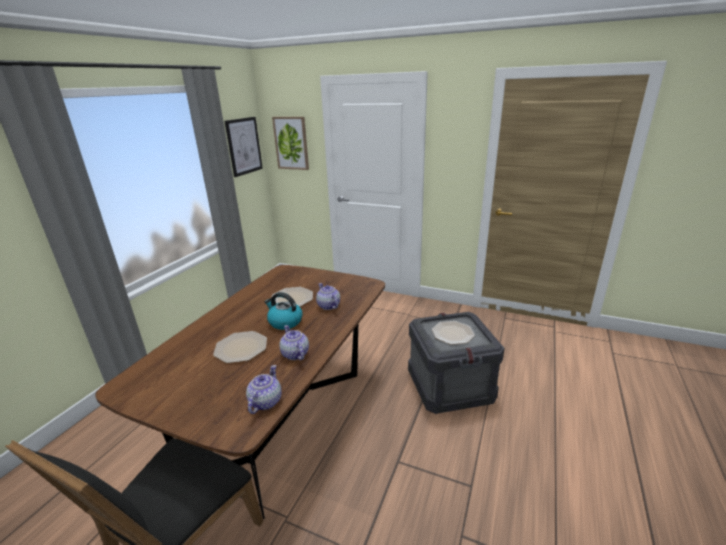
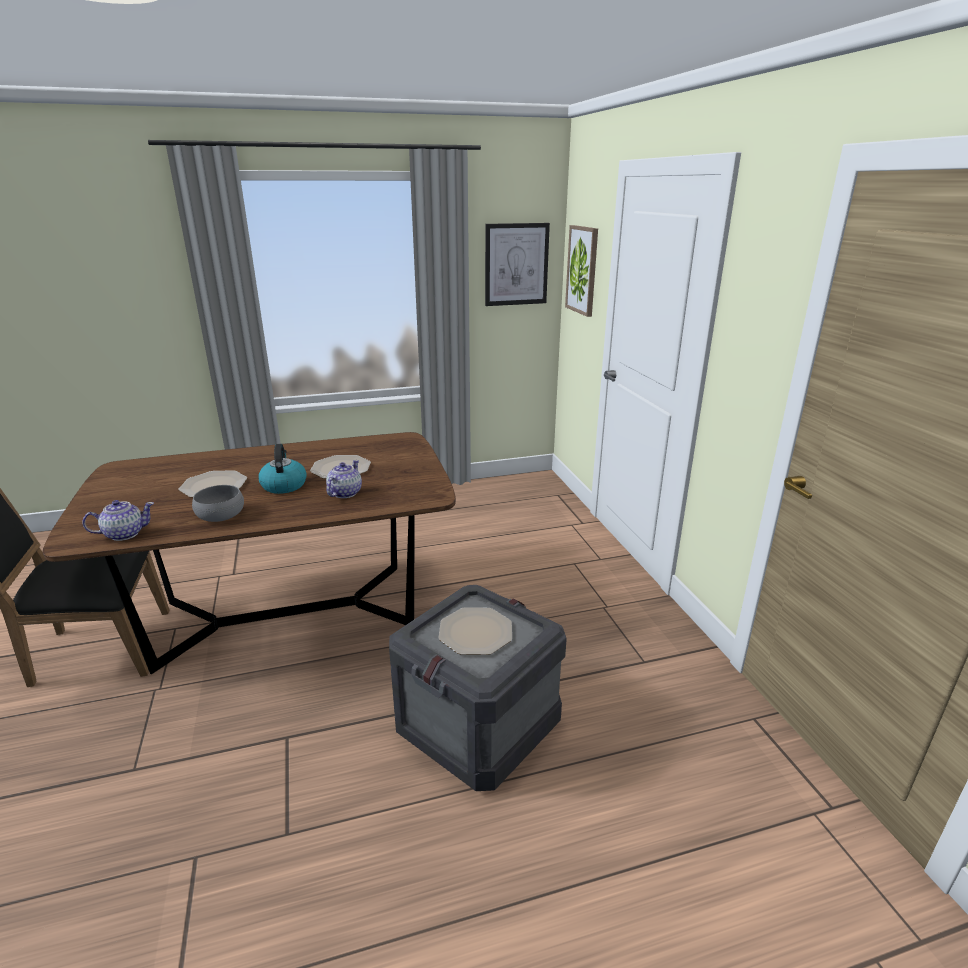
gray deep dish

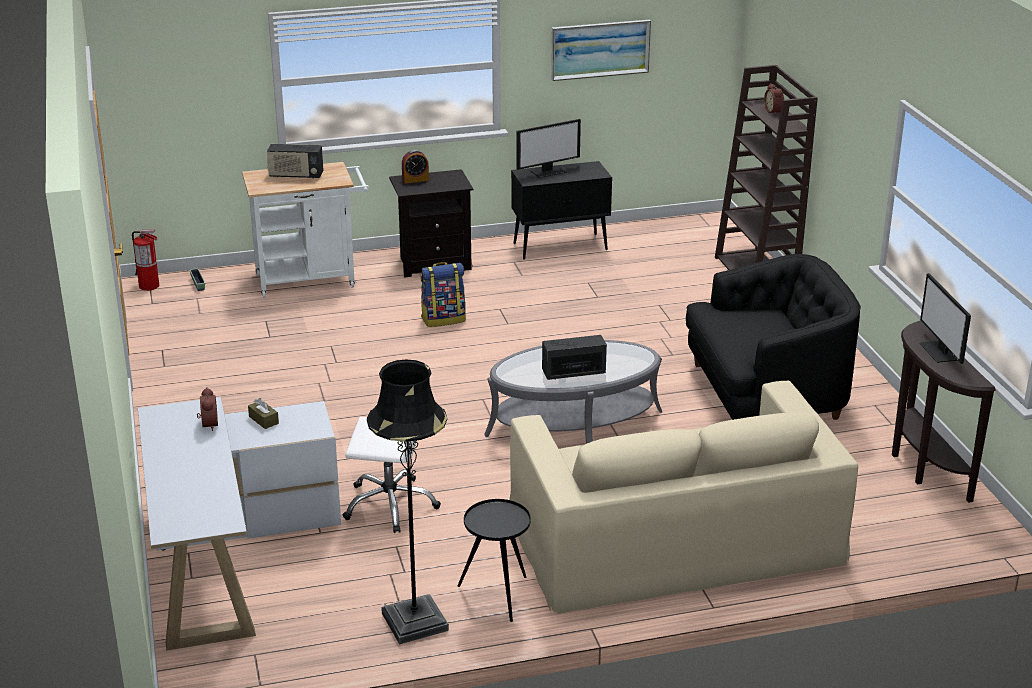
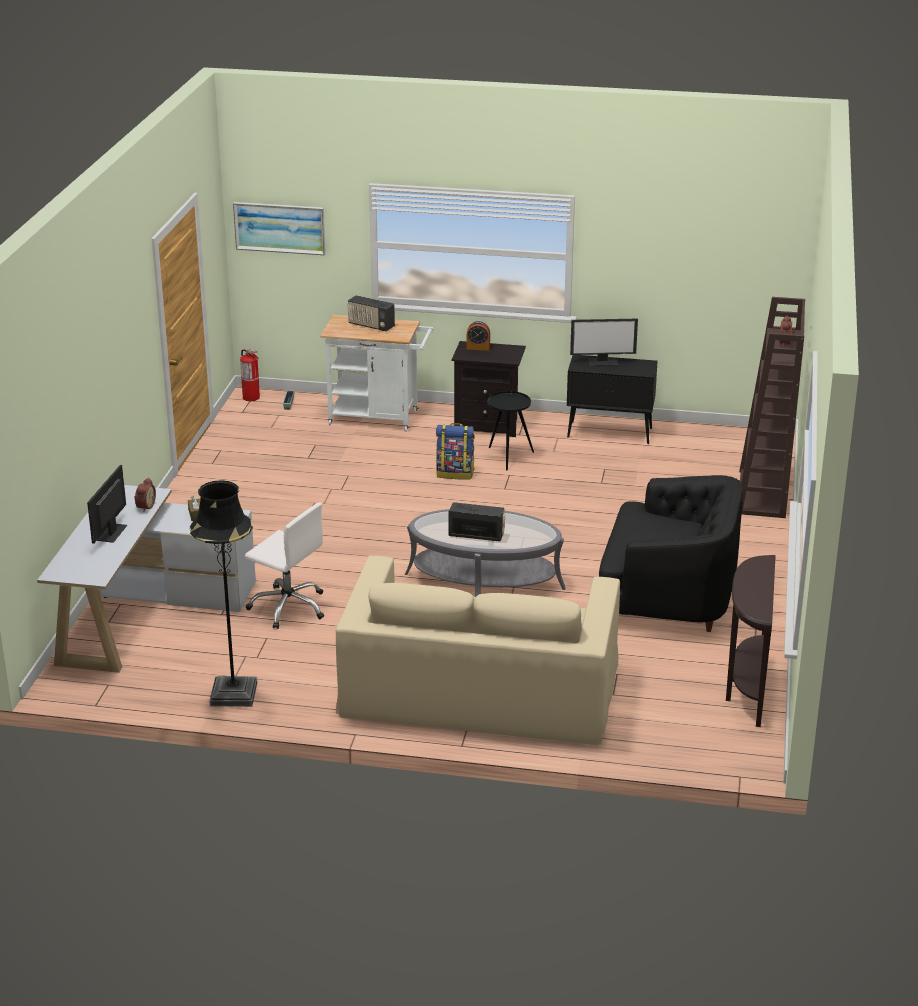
picture
monitor (no. 1 from left)
black-coloured end table

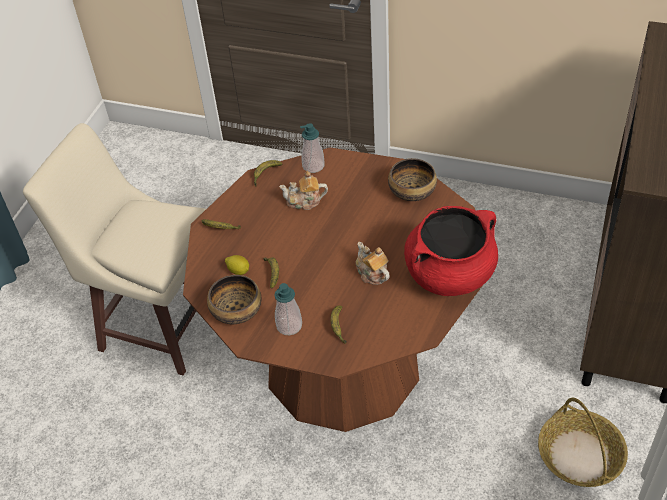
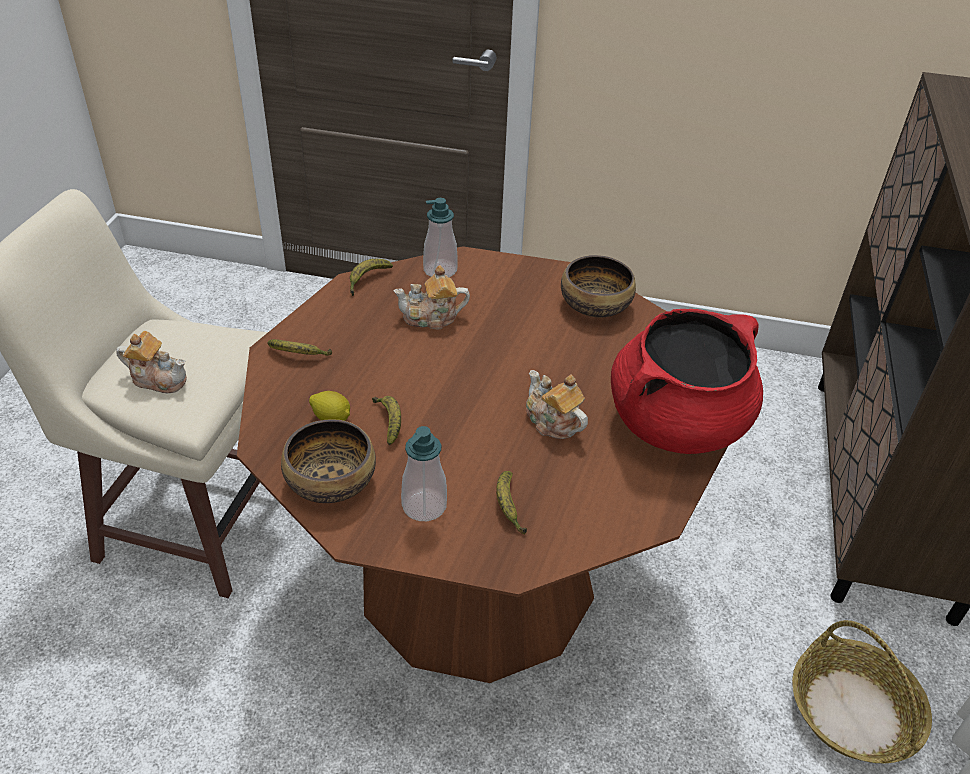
teapot (no. 1 from left)

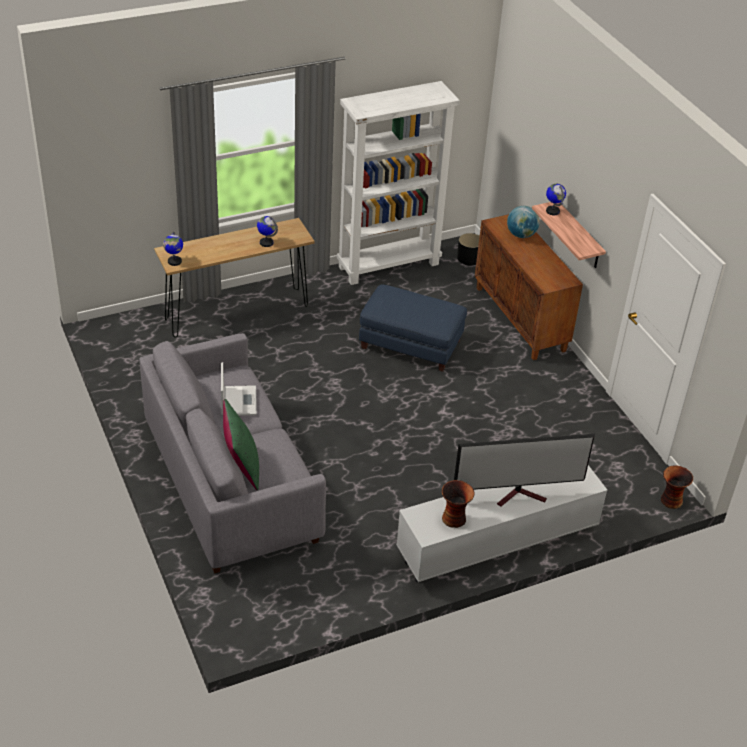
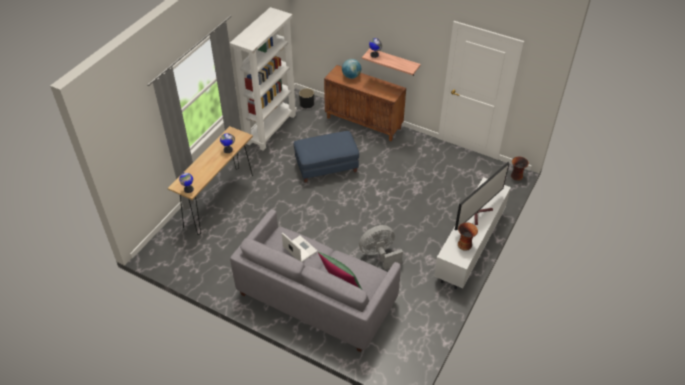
gray cooling fan

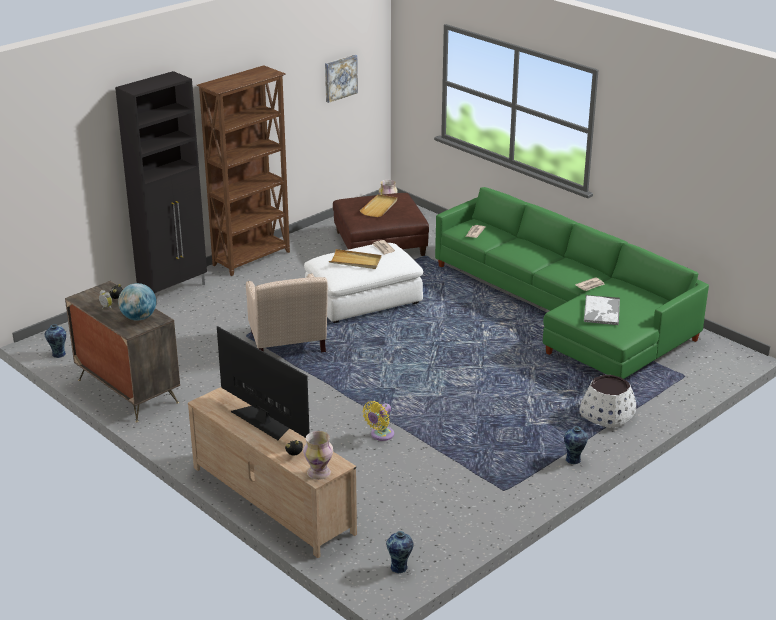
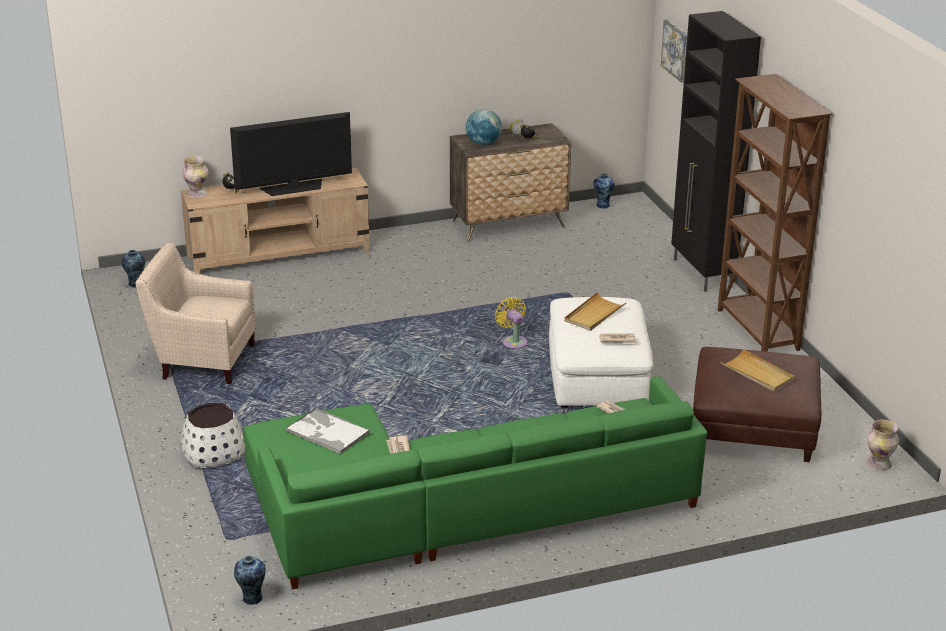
picture
beige-coloured easy chair
yellow cooling fan
flower vase (no. 3 from left)

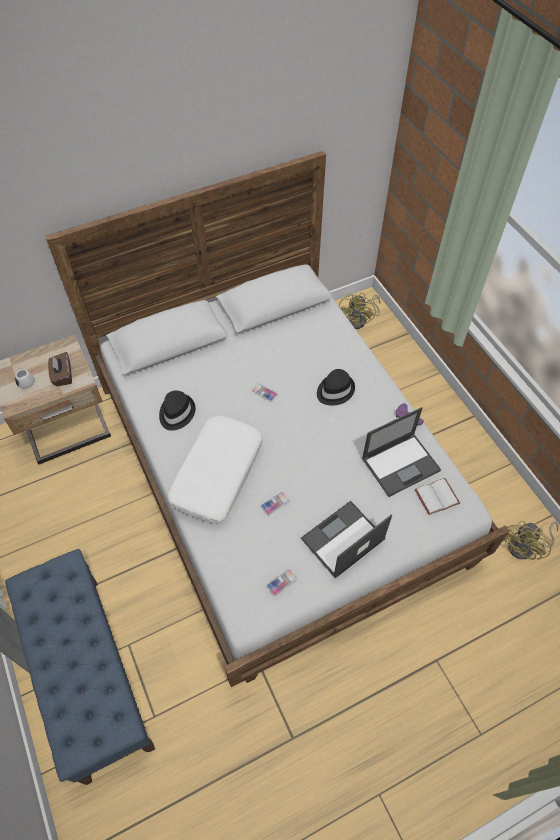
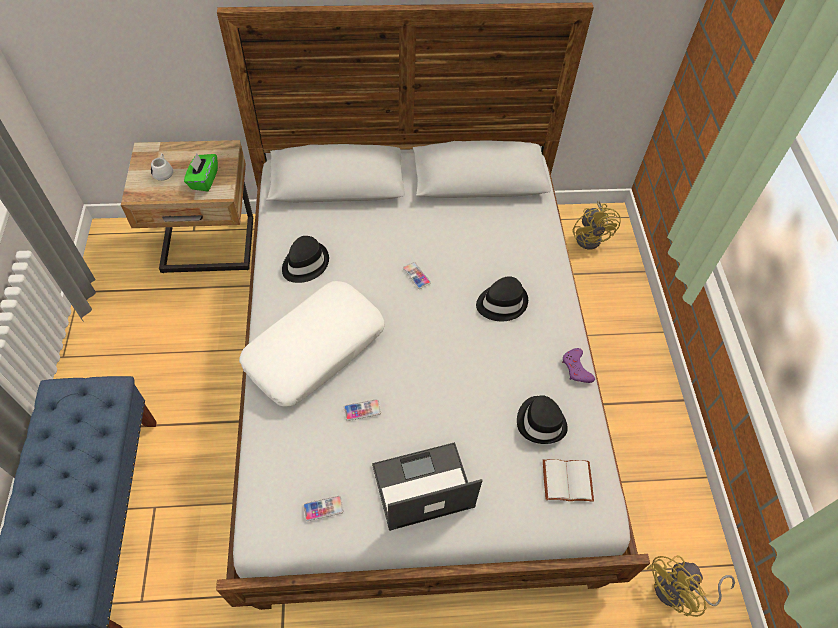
yellow cooling fan (no. 1 from left)
green box of tissues
black-coloured wearable hat (no. 3 from left)

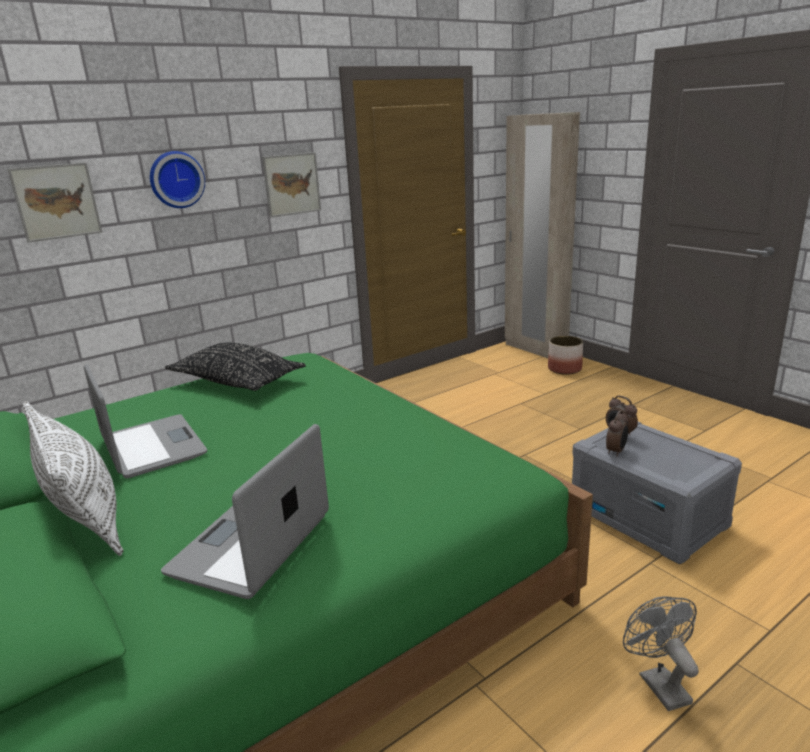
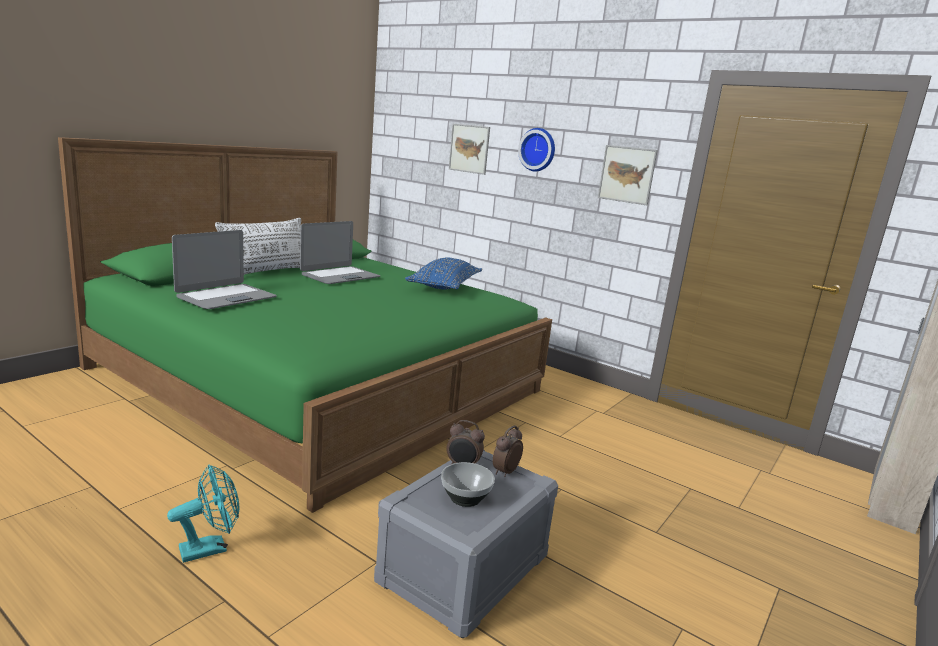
plant pot
bluish pillow
portable computer (no. 1 from left)
turquoise-coloured cooling fan
deep dish

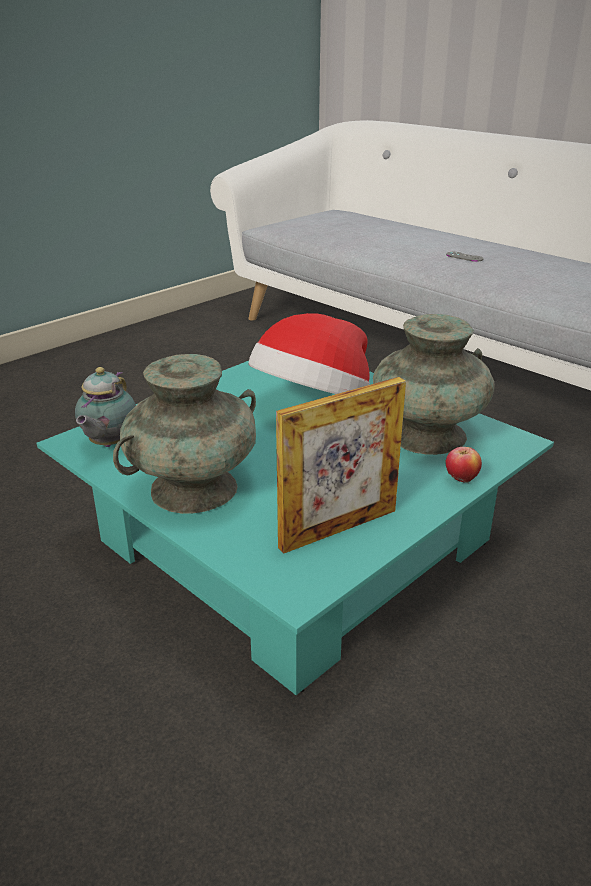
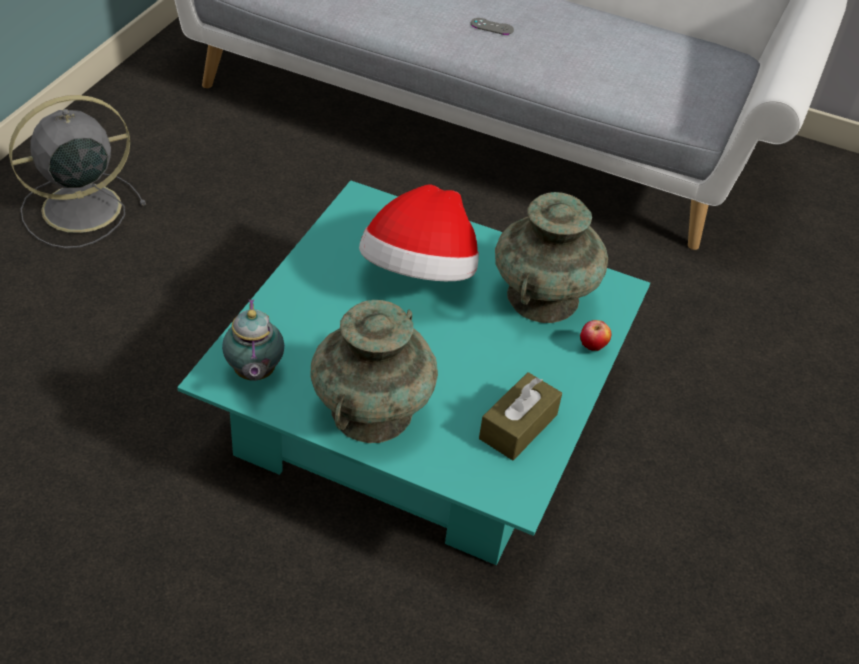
brown box of tissues
gray cooling fan

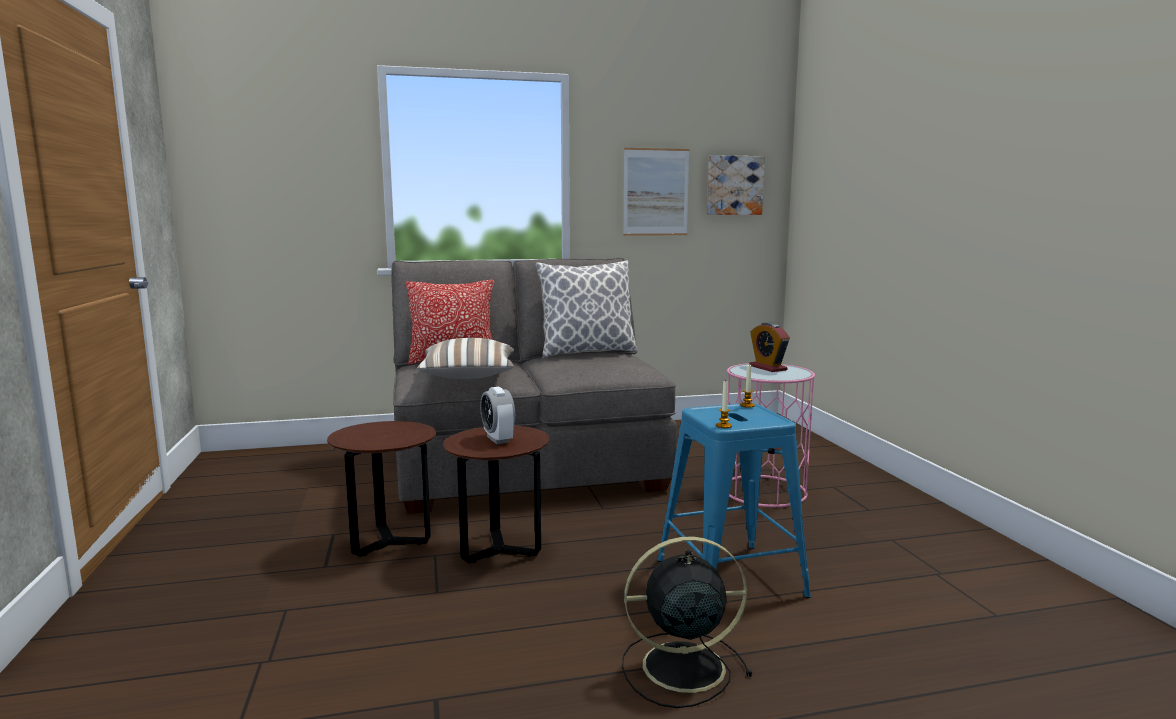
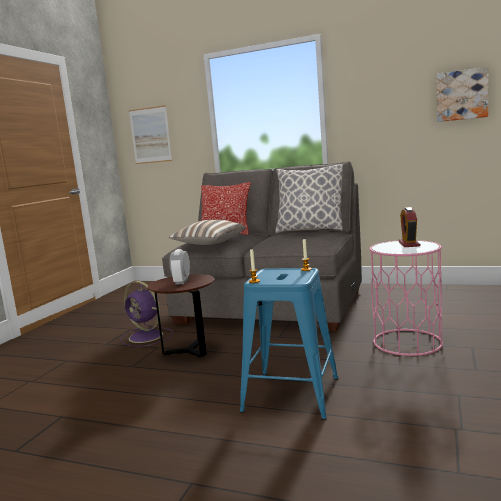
picture (no. 1 from left)
purplish cooling fan
black-coloured cooling fan

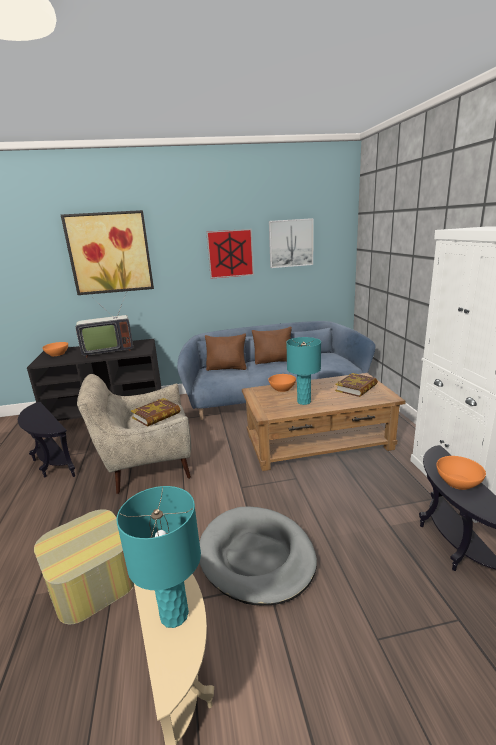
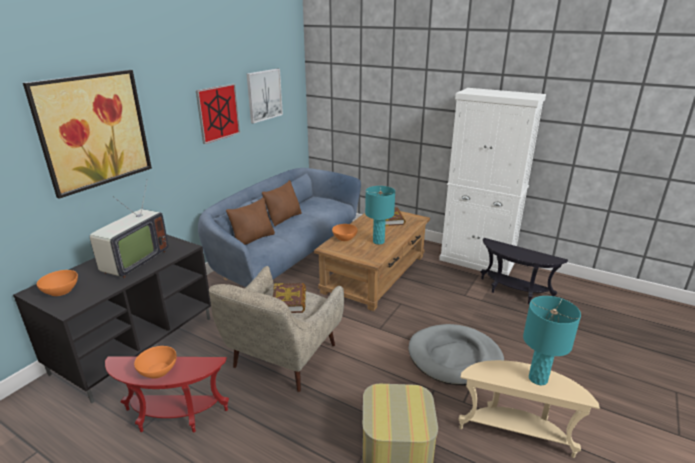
reddish end table
orange-coloured deep dish (no. 2 from left)

